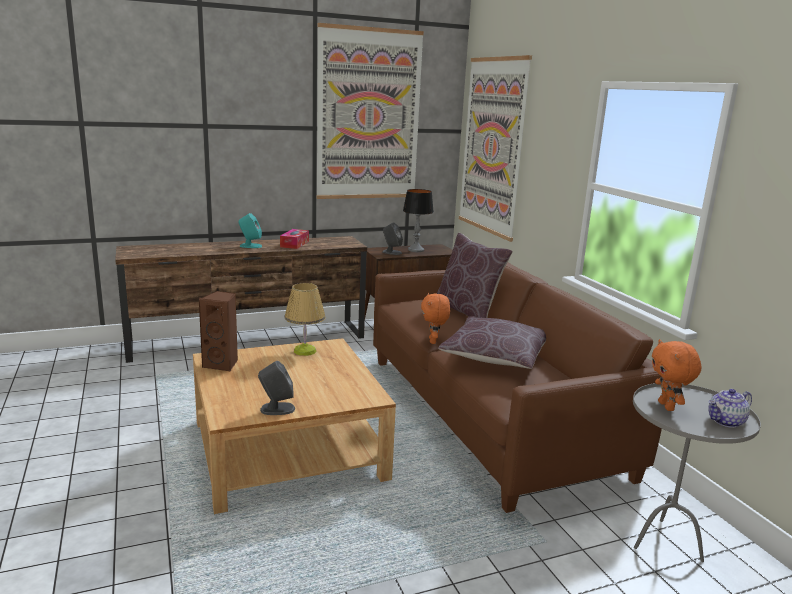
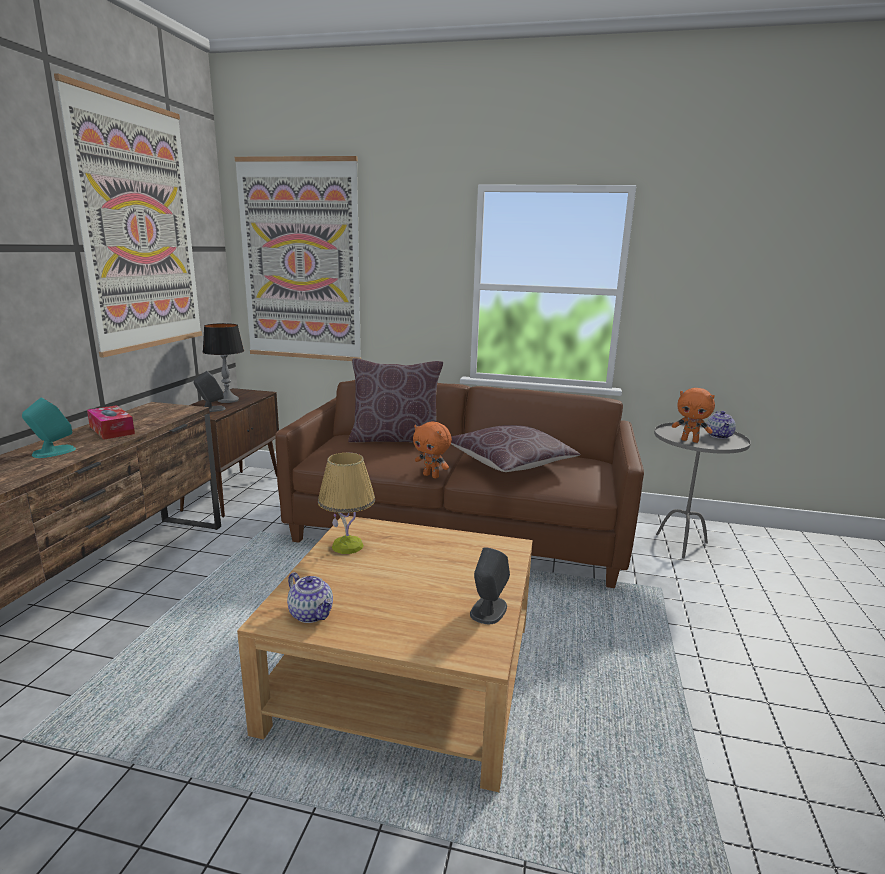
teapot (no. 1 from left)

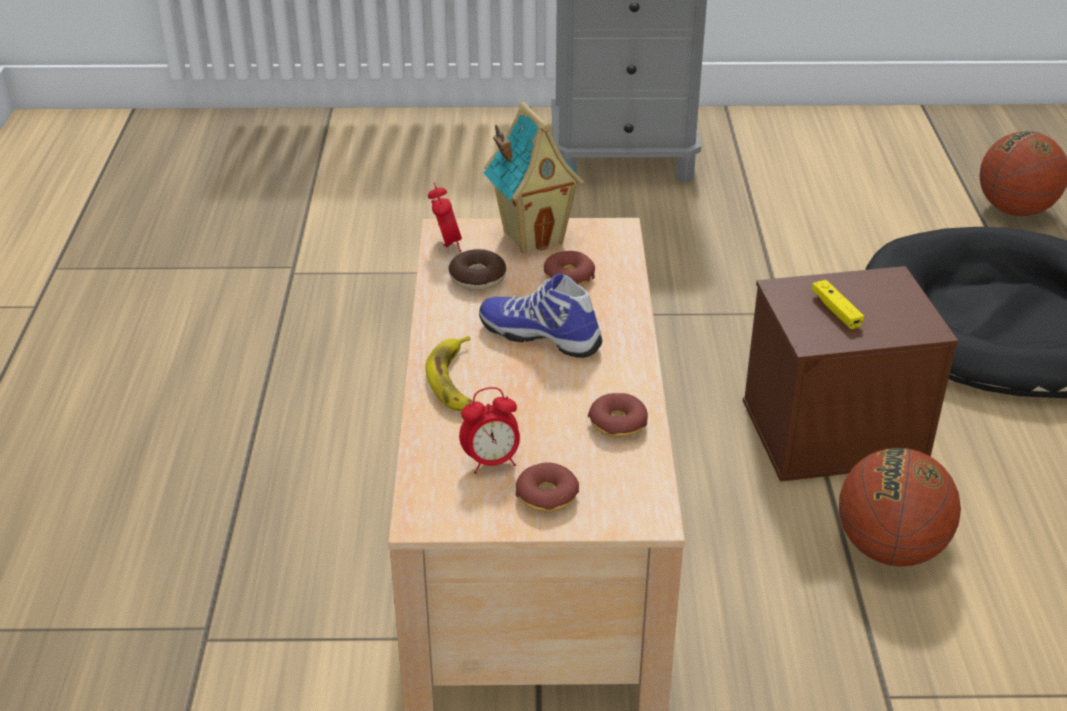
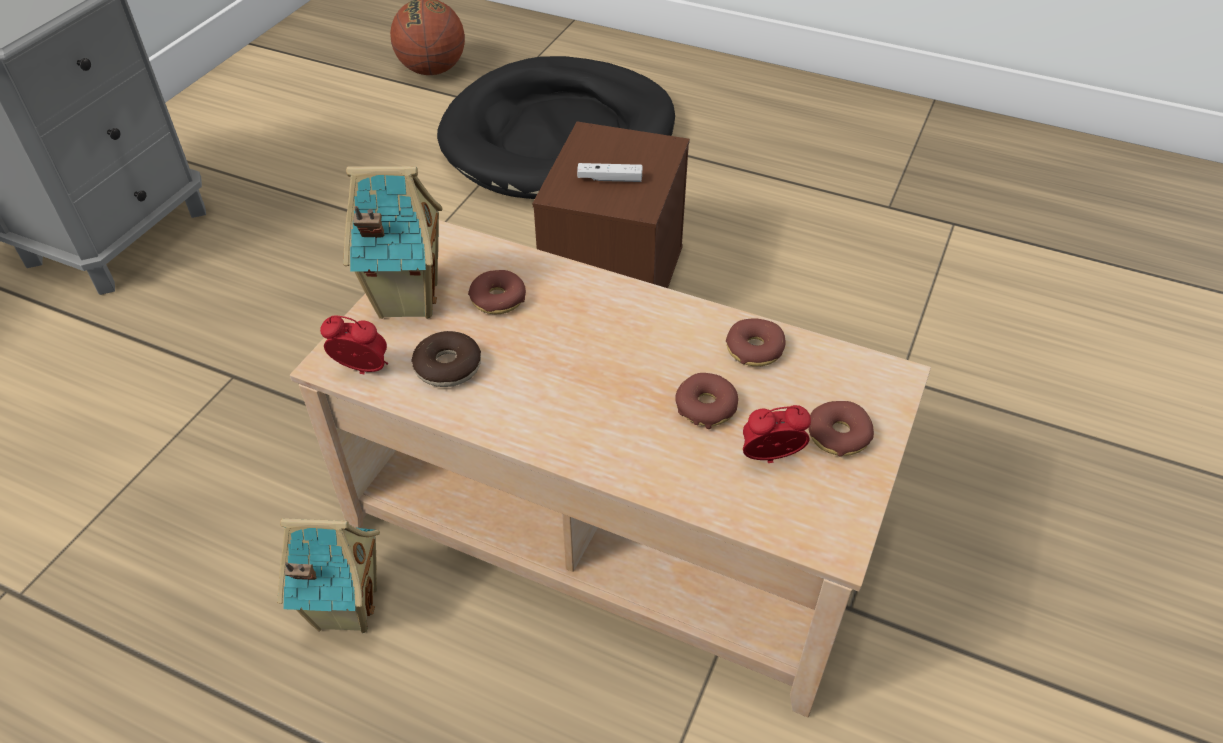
low shoe
white-coloured joypad
banana
table clock (no. 2 from left)
ball for basketball (no. 1 from left in the first image)
ring doughnut (no. 3 from left)
toy house (no. 1 from left)

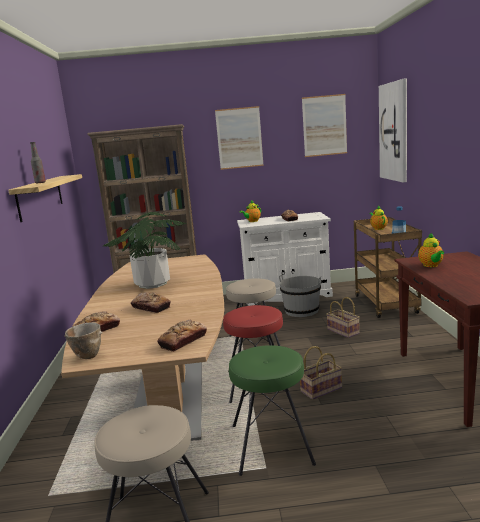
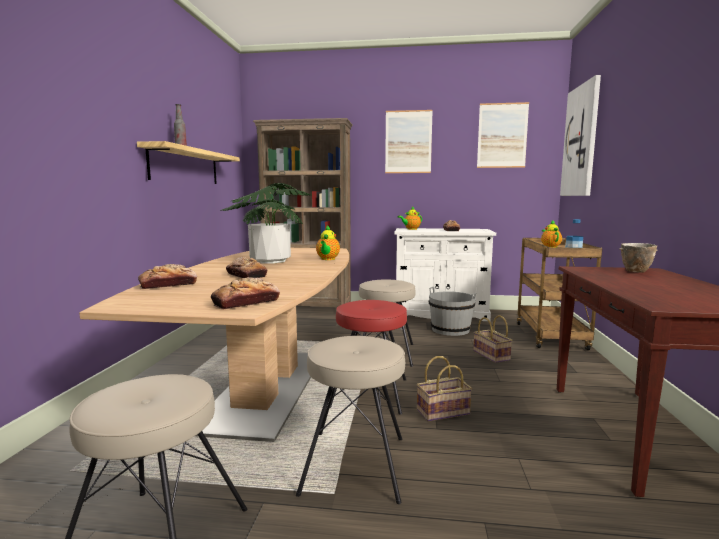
teapot (no. 1 from left)
deep dish
beige-coloured stool (no. 2 from left)

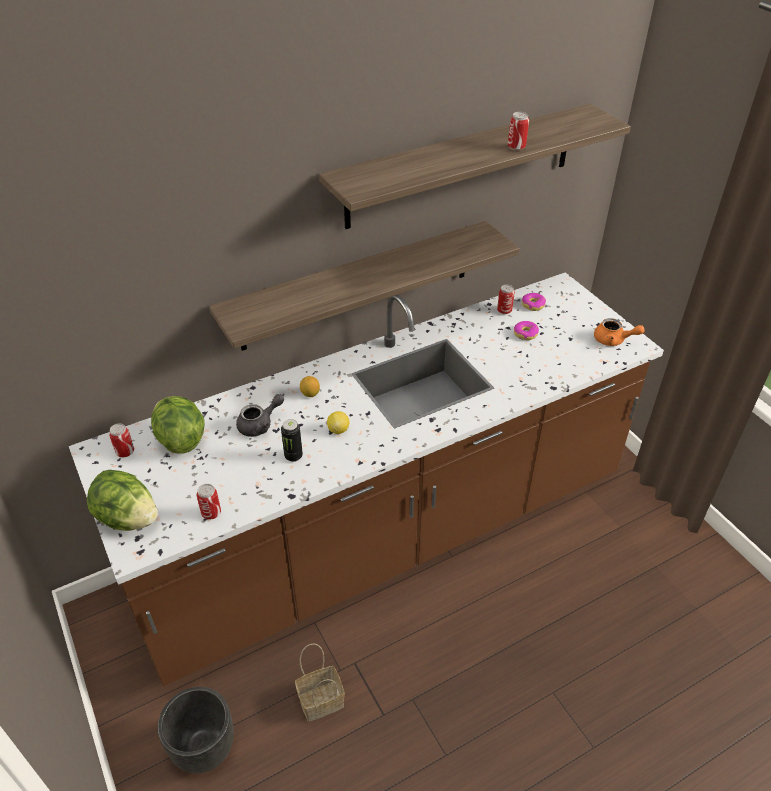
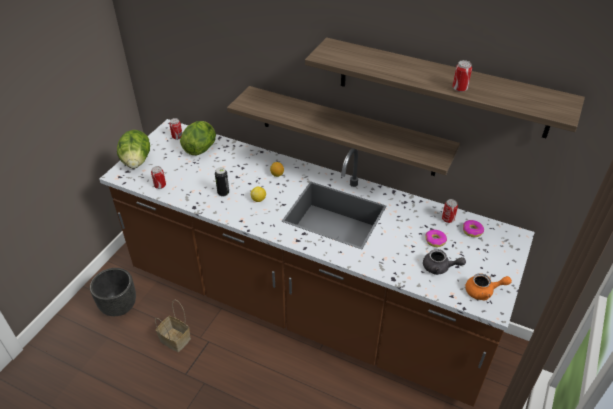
orange-coloured teapot
gray teapot

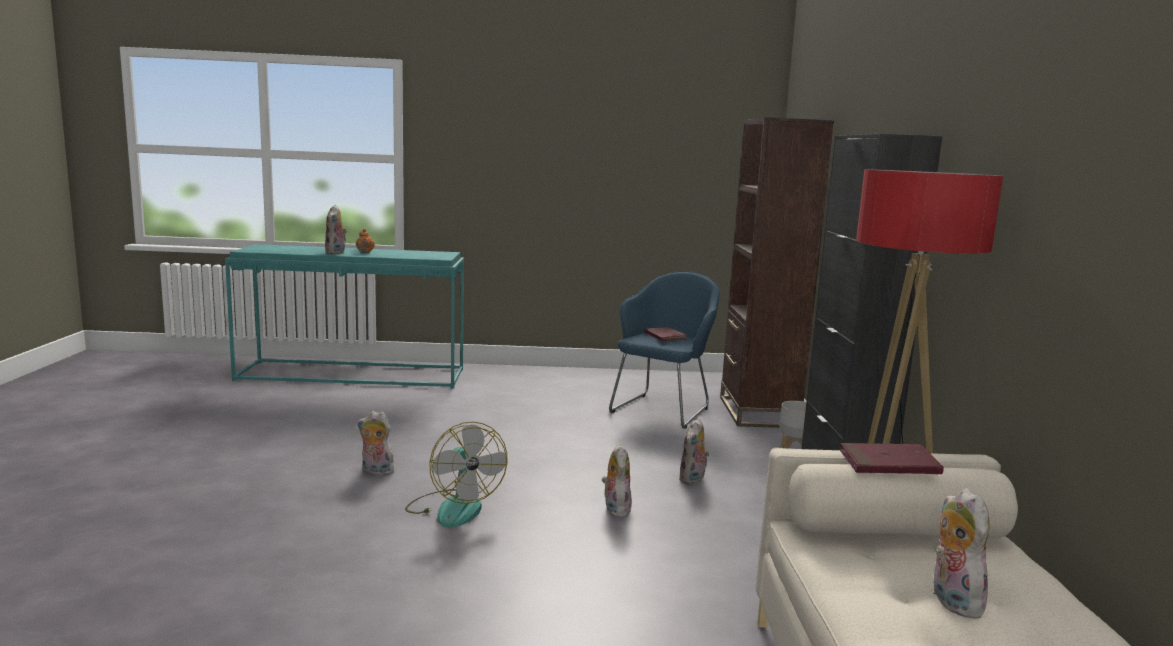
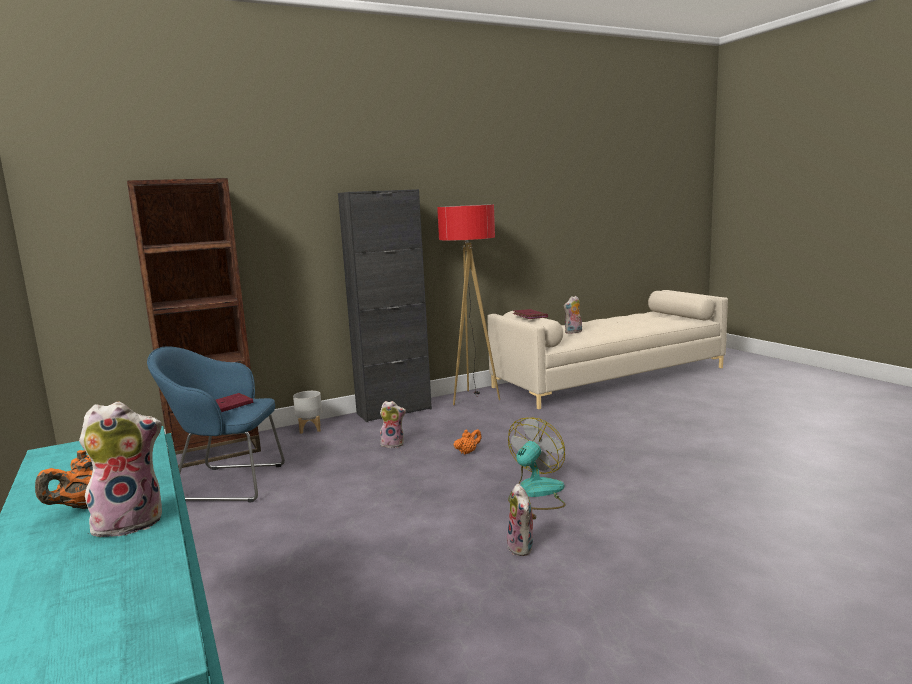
orange-coloured teapot (no. 2 from left)

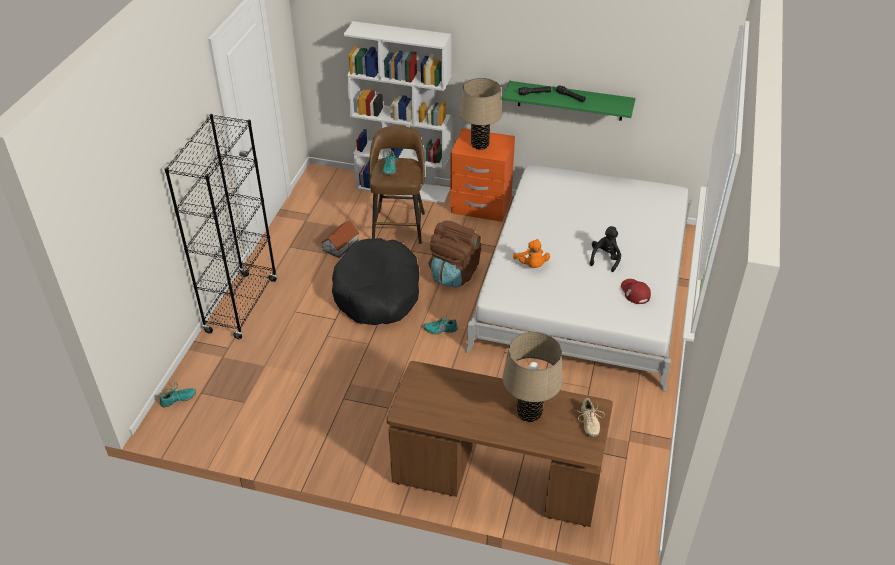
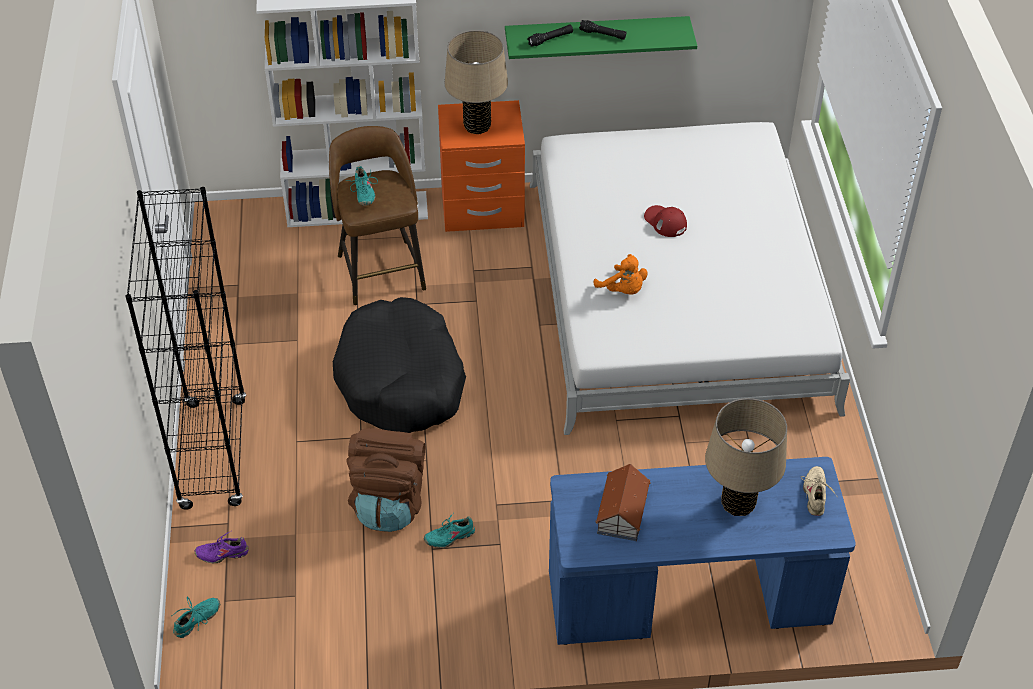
toy house
brown backpack
black-coloured plush toy
reddish peaked cap
turquoise-coloured low shoe (no. 3 from left)
bluish desk table
beige-coloured low shoe
purplish low shoe

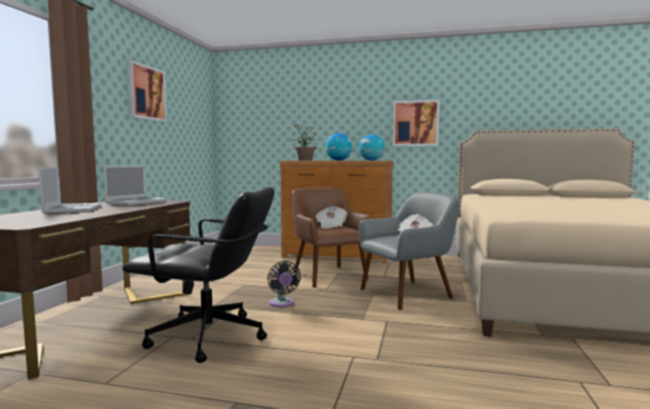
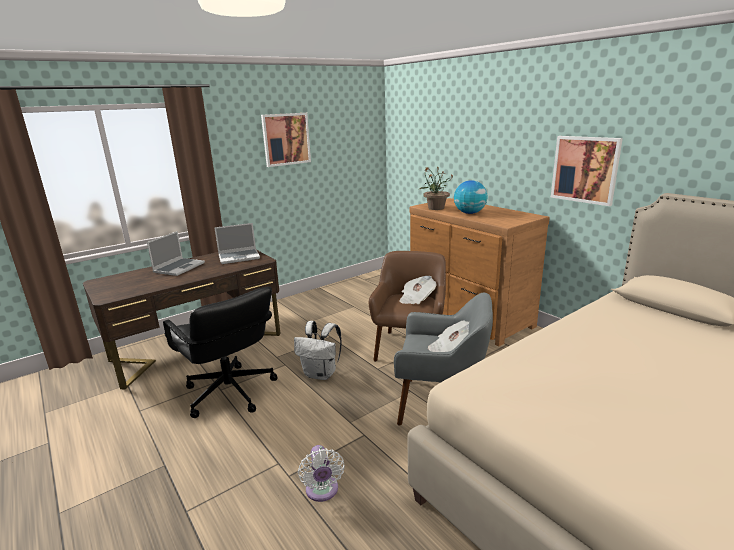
globe (no. 2 from left in the first image)
white-coloured backpack
white-coloured cooling fan

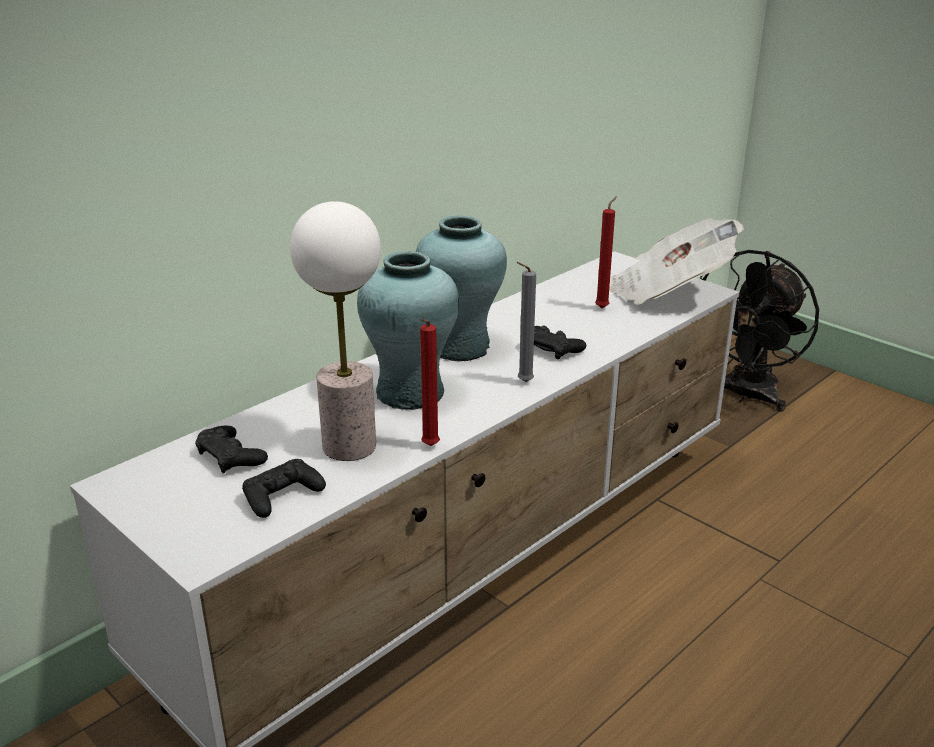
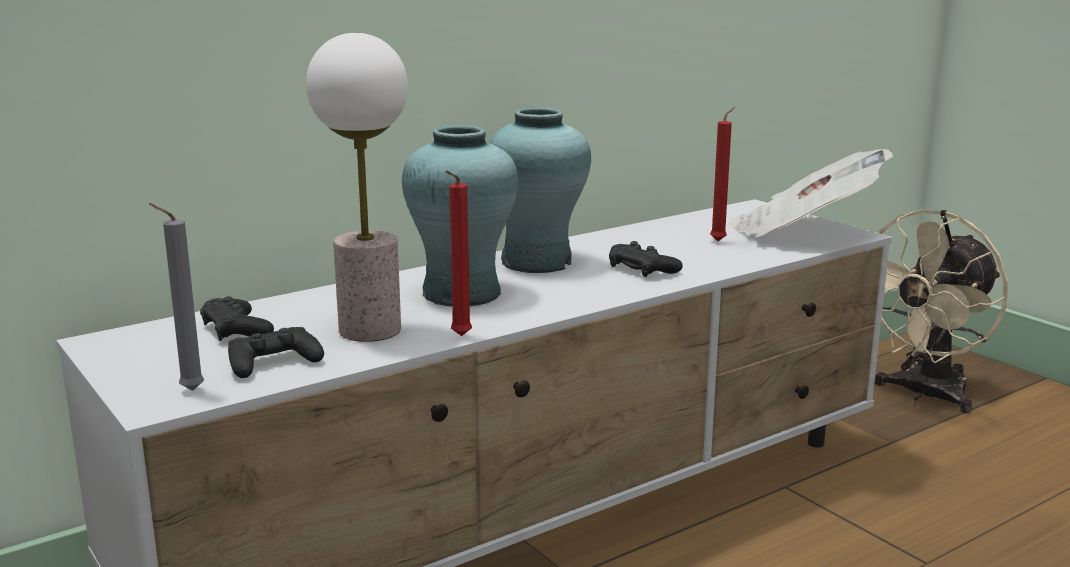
beige-coloured cooling fan
gray wax light

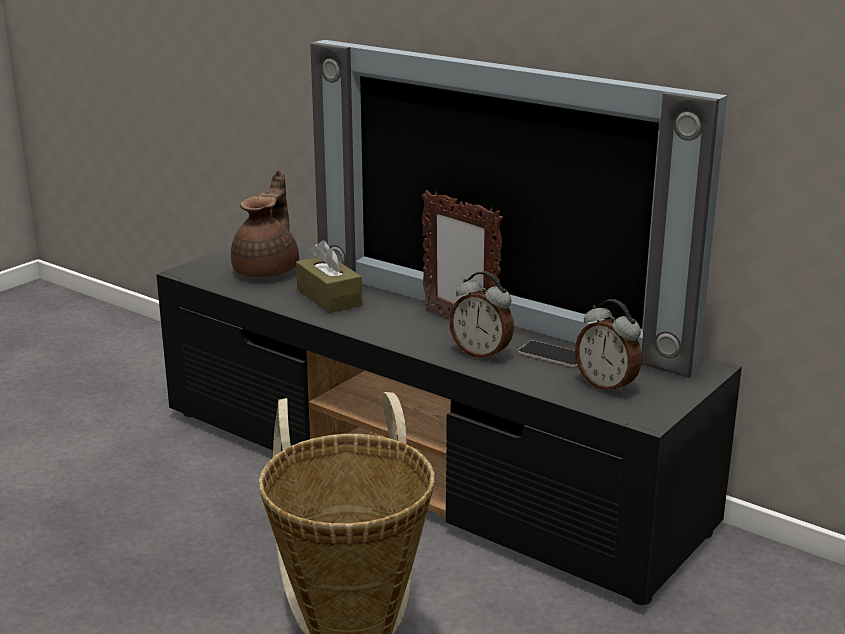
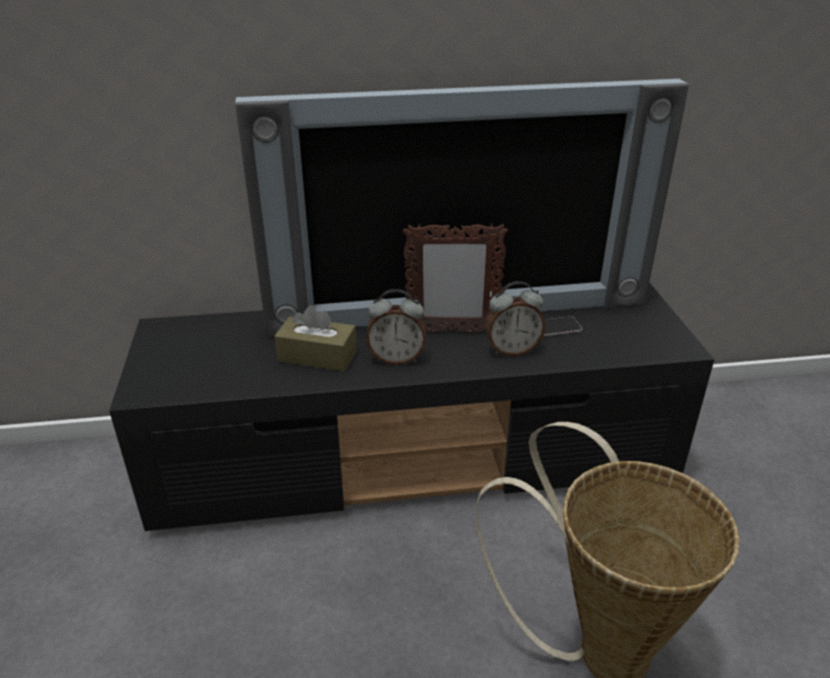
brown teapot
table clock (no. 1 from left)

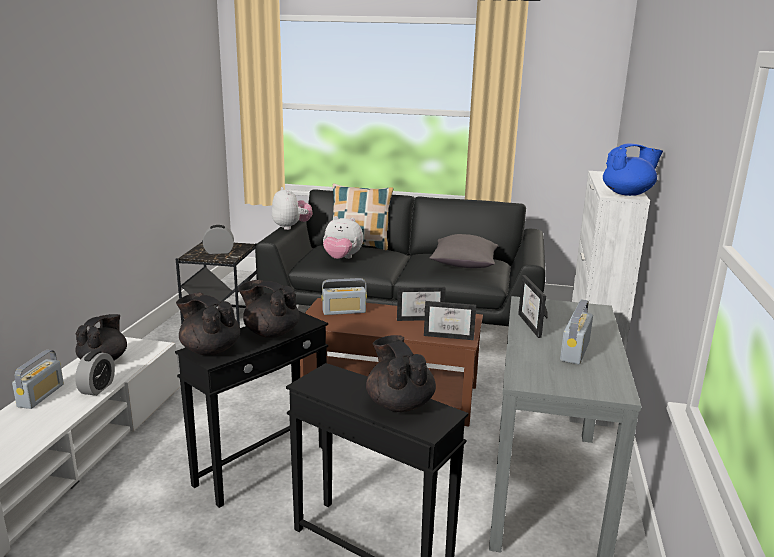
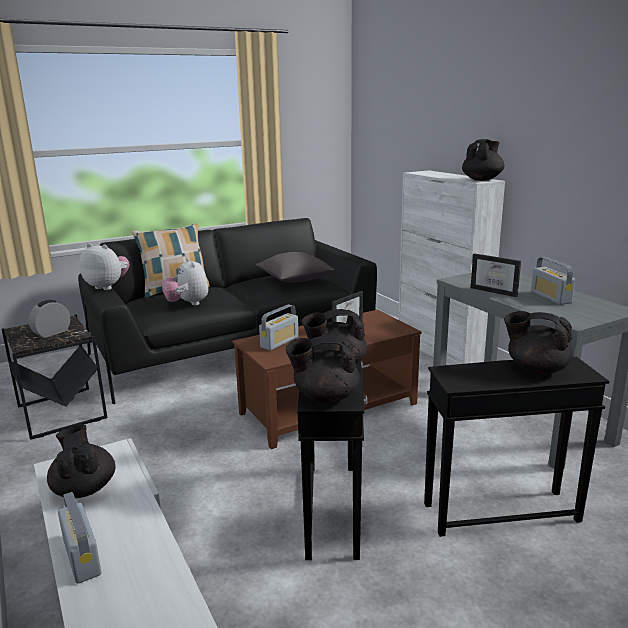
black-coloured teapot (no. 4 from left)
plush toy (no. 2 from left)
standing frame (no. 2 from left in the first image)
table clock (no. 1 from left in the first image)

